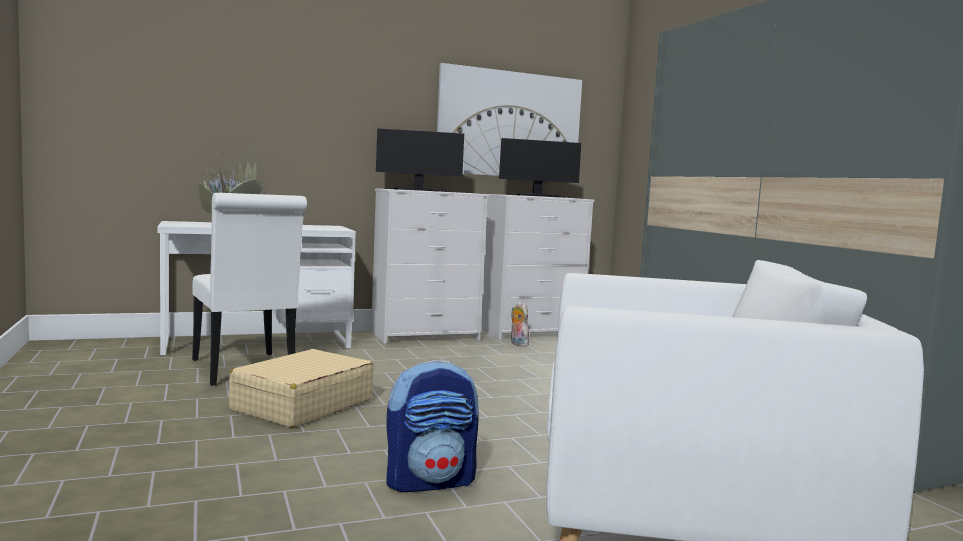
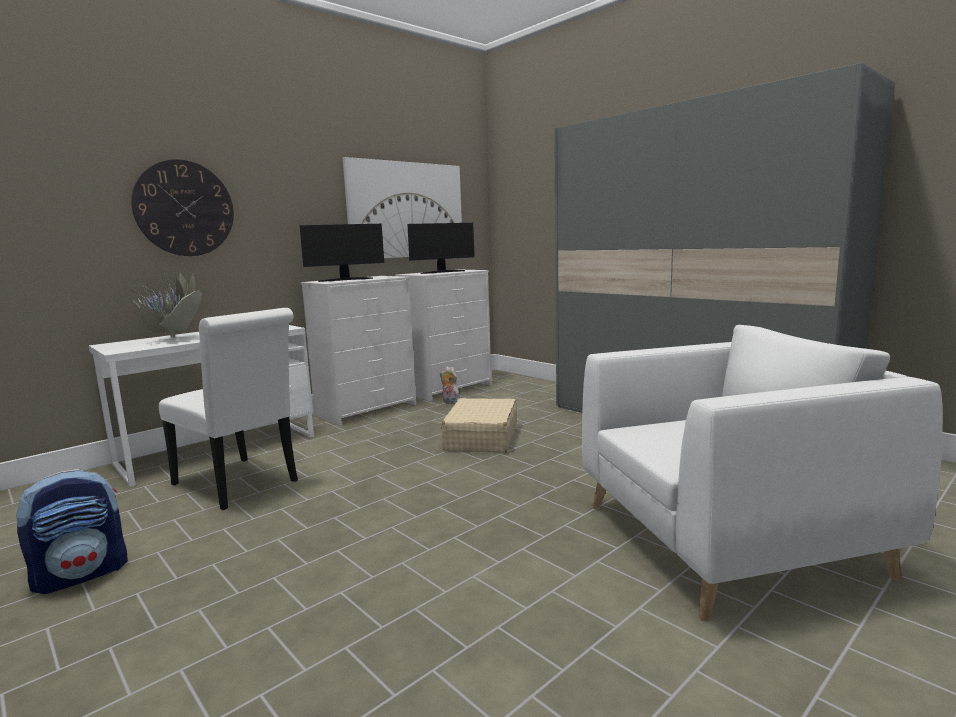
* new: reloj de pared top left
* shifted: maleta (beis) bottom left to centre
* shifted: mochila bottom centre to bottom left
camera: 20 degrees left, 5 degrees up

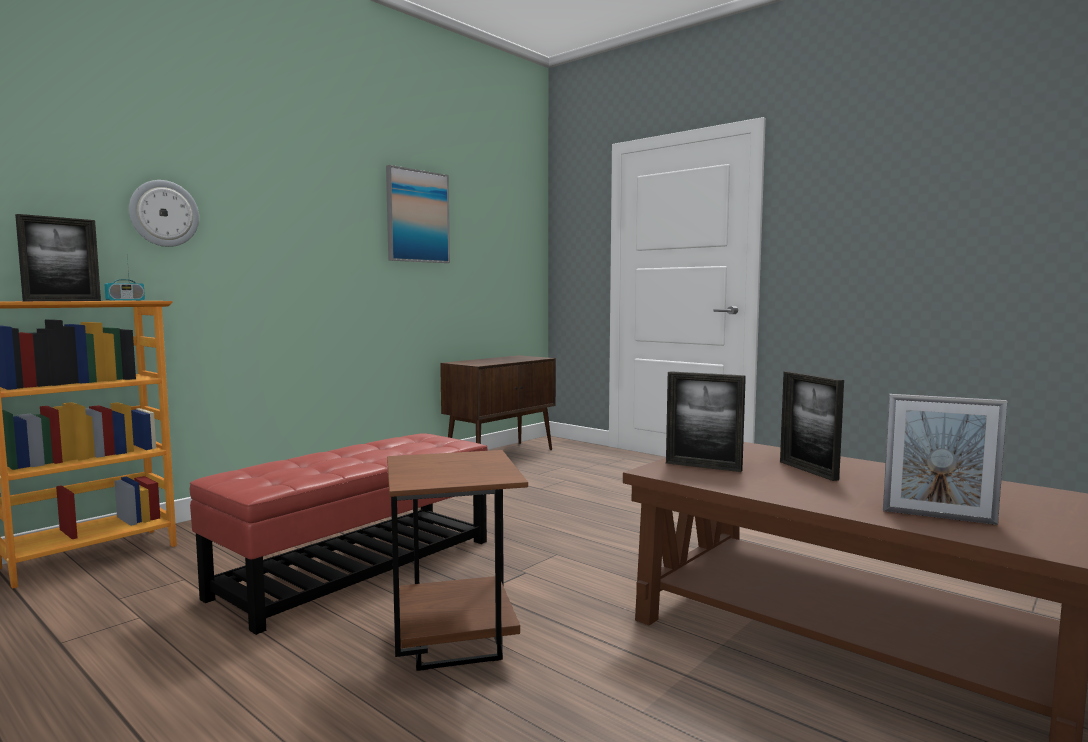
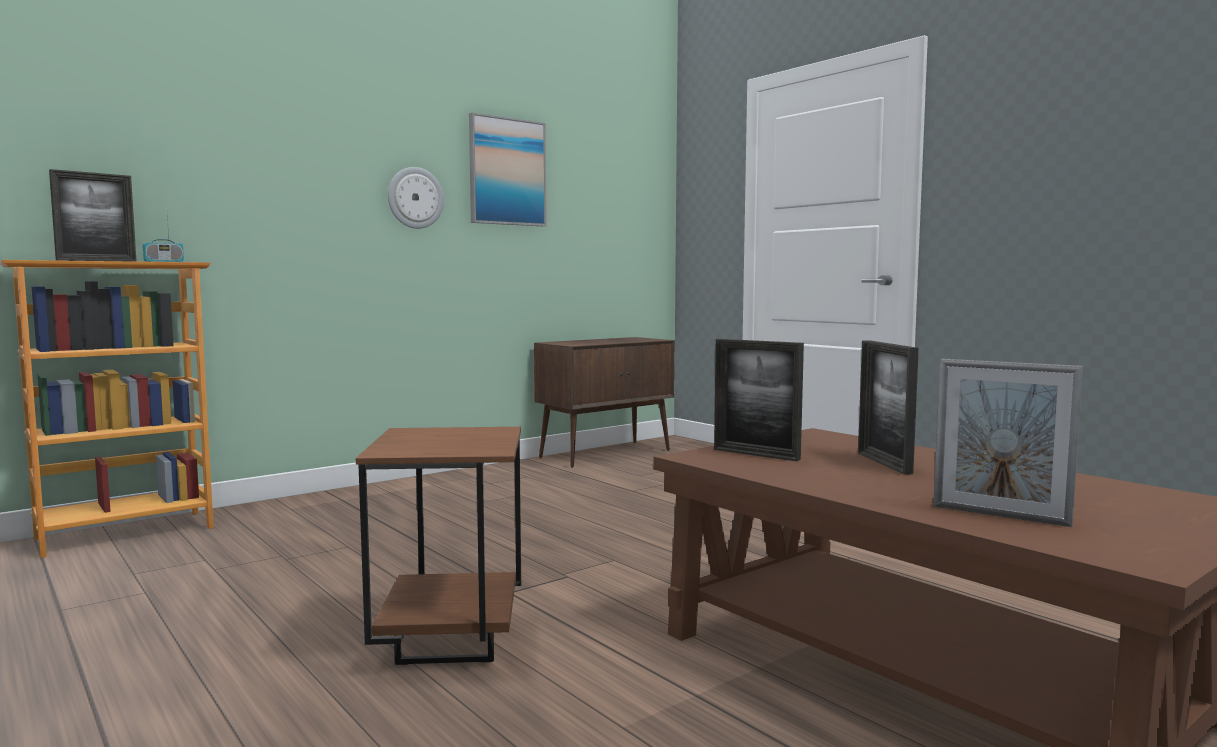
* gone: puf (rojo) bottom left
* shifted: reloj de pared top left to top centre
camera: 10 degrees right, 0 degrees up

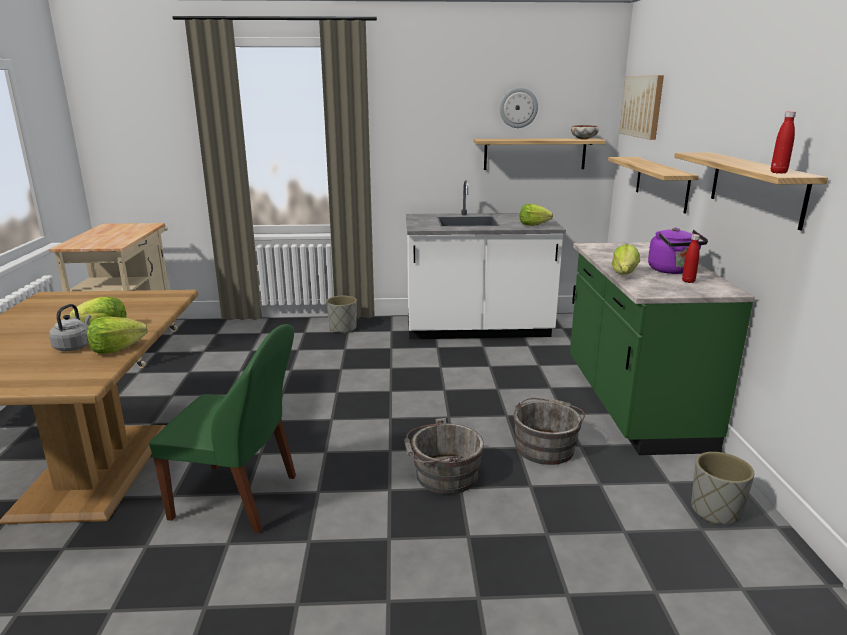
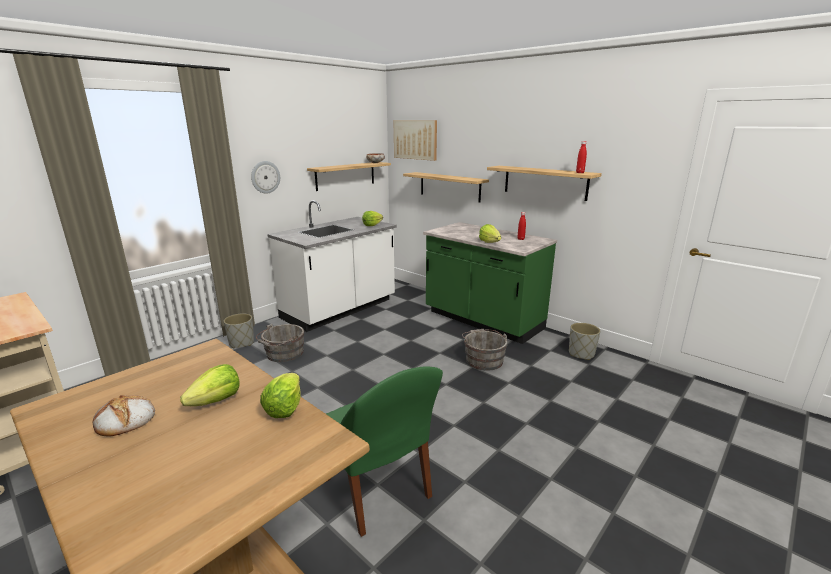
* gone: hervidor (gris) middle left
* gone: hervidor (morado) middle right
* new: pan bottom left
* shifted: cubo (gris) (no. 1 from left) bottom centre to centre
* shifted: reloj de pared top centre to top left
* rotated: silla (verde) bottom left = bottom centre 90 degrees clockwise
camera: 45 degrees left, 0 degrees up

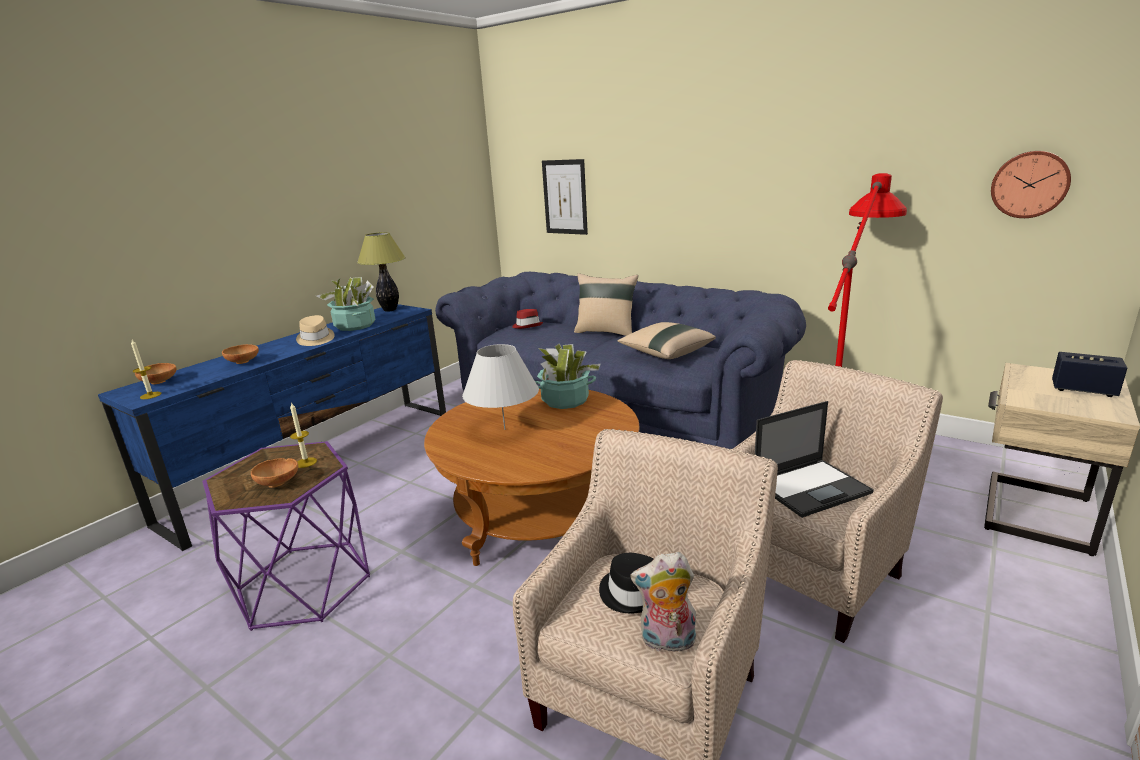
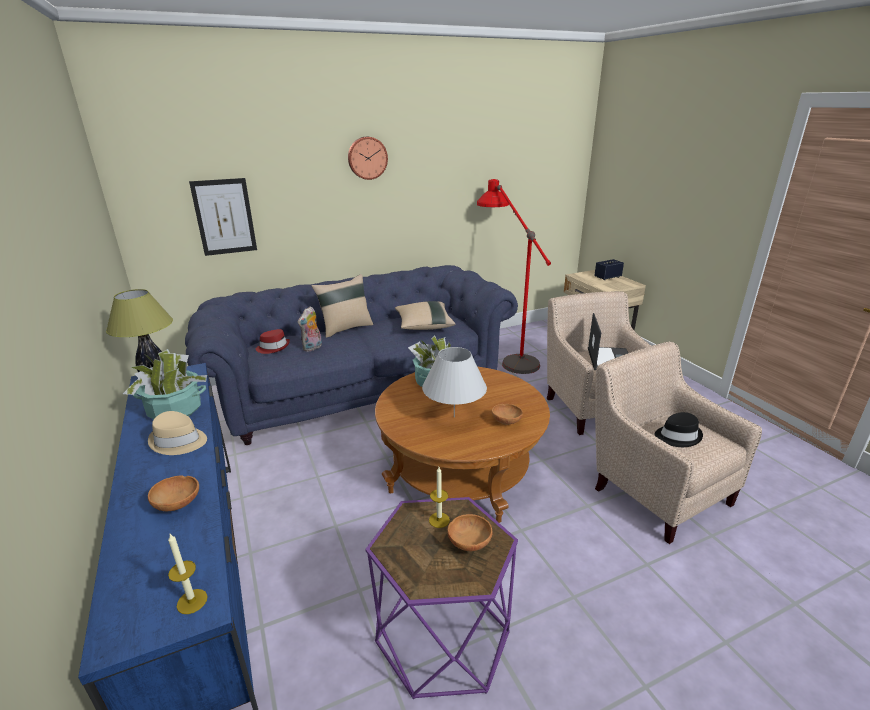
* shifted: cuenco (marrón) (no. 1 from left in the first image) middle left to cuenco (marrón) (no. 3 from left) centre
* shifted: peluche bottom centre to centre
* shifted: reloj de pared top right to top centre
camera: 60 degrees left, 5 degrees up

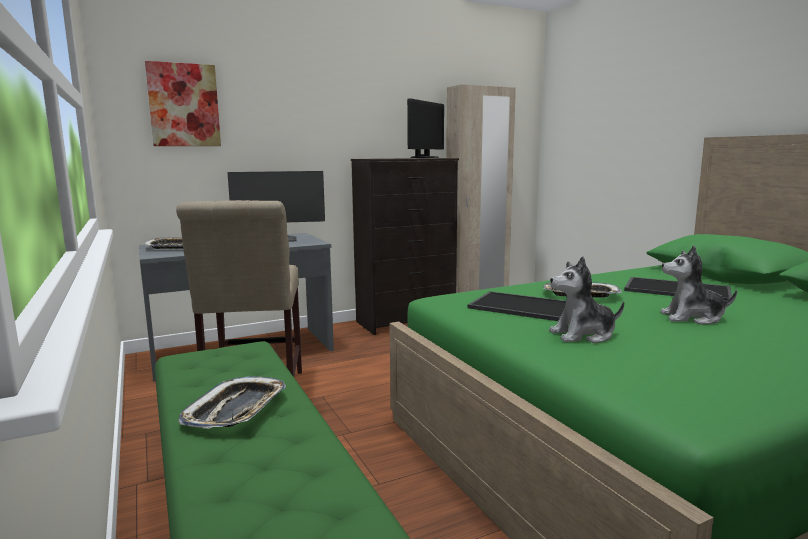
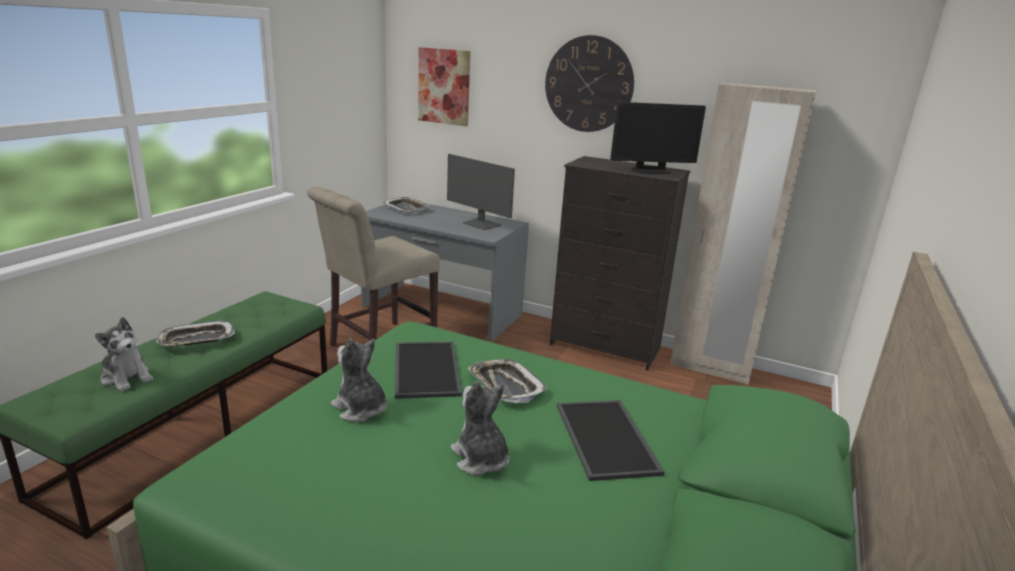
* new: peluche (no. 1 from left) middle left
* new: reloj de pared top centre
camera: 50 degrees right, 10 degrees up

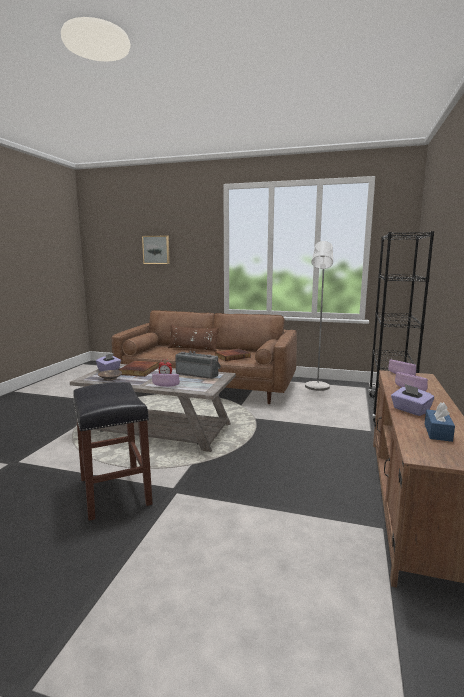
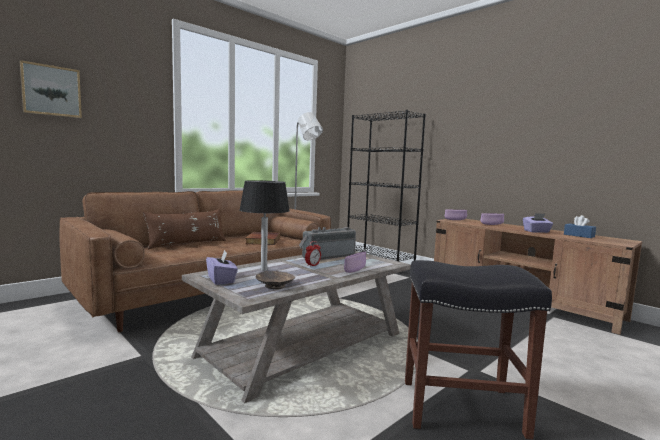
* swapped: libro (no. 1 from left) middle left to lámpara de mesa (negro) centre
camera: 60 degrees left, 5 degrees down

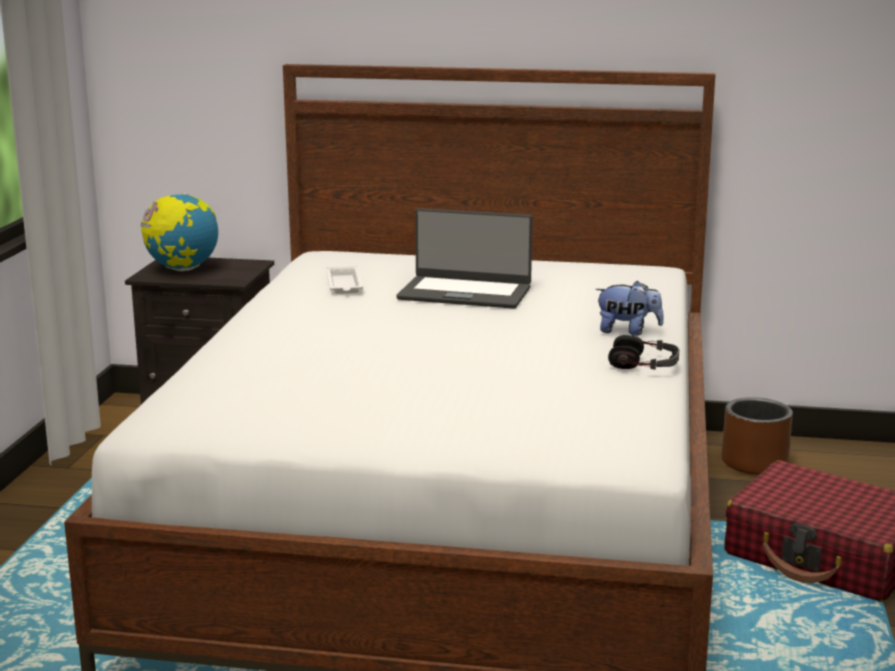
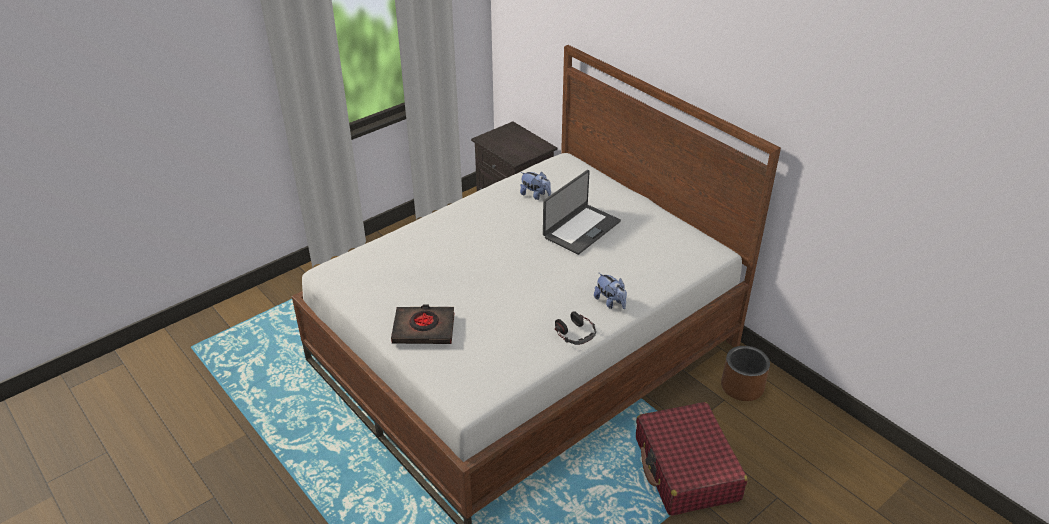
* gone: globo terráqueo middle left
* new: libro (negro) centre
* swapped: bandeja (blanco) centre to peluche (no. 1 from left) centre
* rotated: portátil centre = centre 105 degrees counterclockwise
camera: 40 degrees right, 20 degrees up

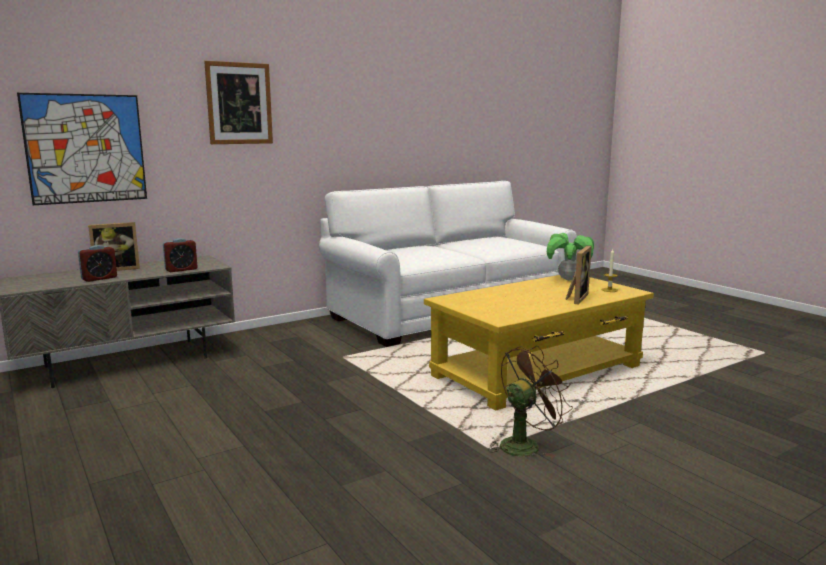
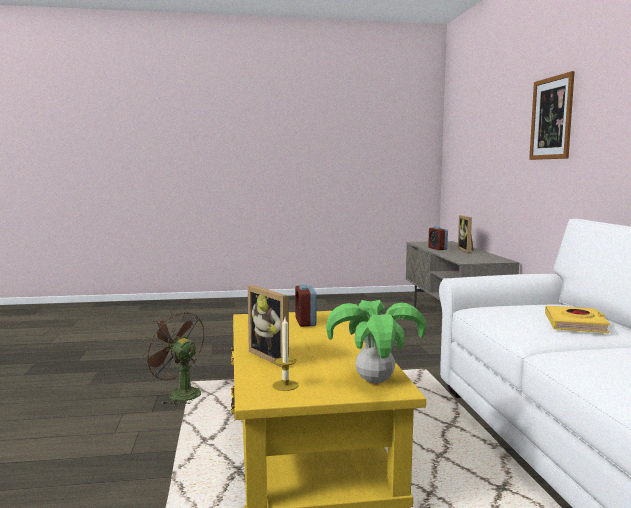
* gone: cuadro (no. 1 from left) top left
* new: libro (amarillo) middle right
* shifted: despertador (no. 2 from left in the first image) middle left to despertador (no. 1 from left) centre
* rotated: ventilador (marrón) bottom centre = bottom left 135 degrees clockwise
camera: 115 degrees right, 5 degrees down

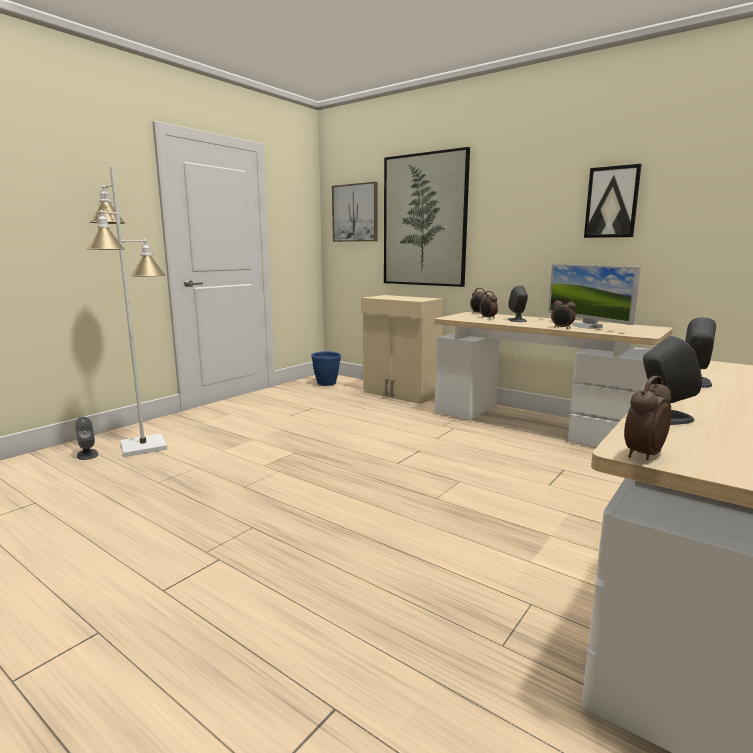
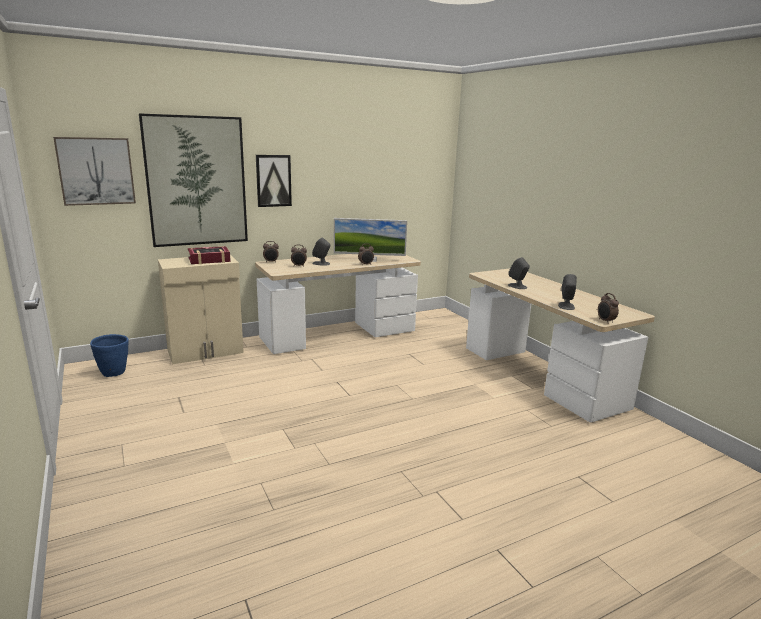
* gone: altavoz (gris) (no. 1 from left) middle left
* gone: lámpara de pie (blanco) middle left
* new: libro middle left
* shifted: cuadro (no. 3 from left) top right to top centre
camera: 65 degrees left, 5 degrees up

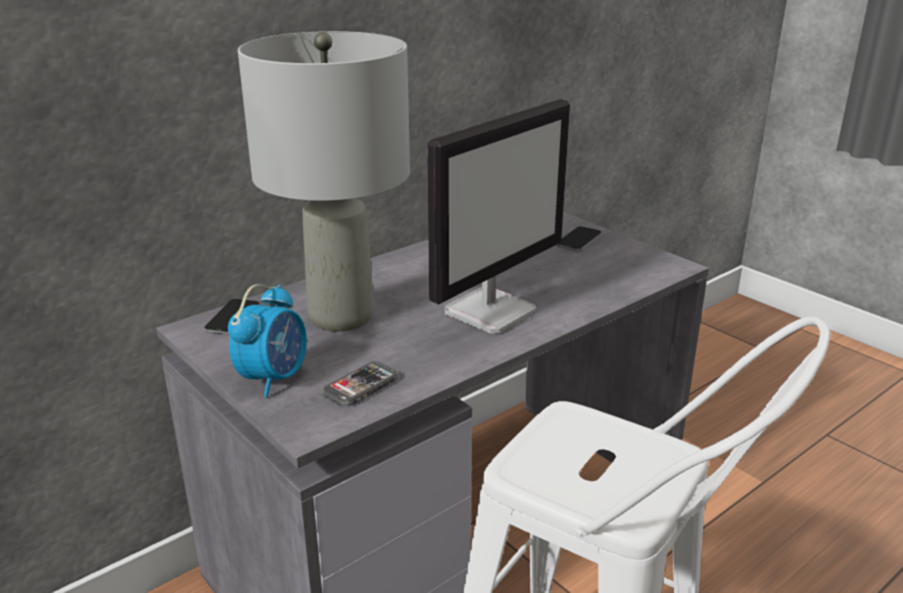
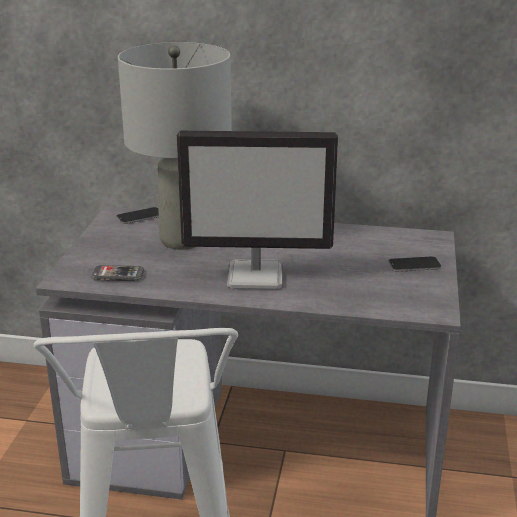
* gone: despertador middle left
camera: 50 degrees right, 0 degrees up

